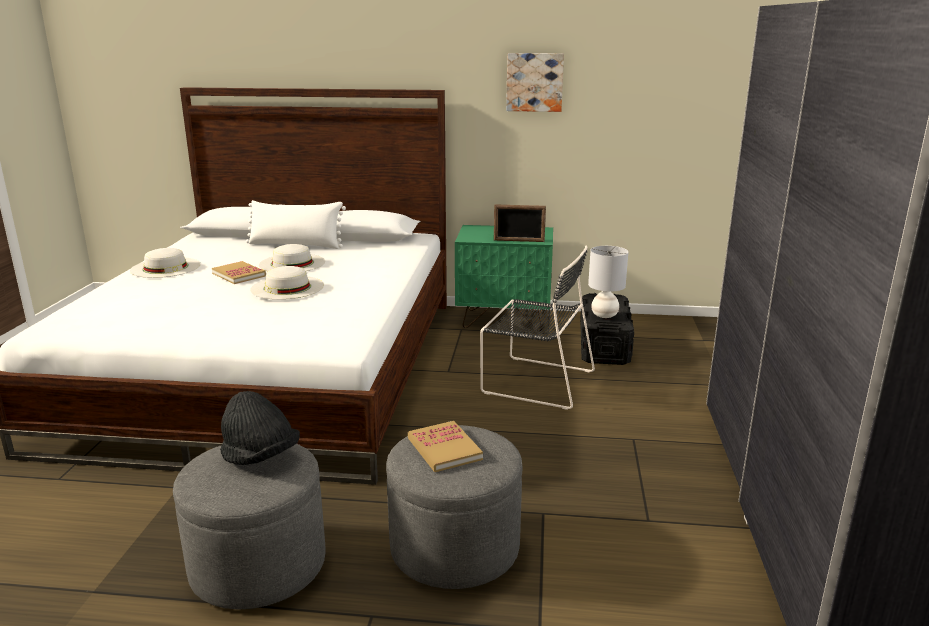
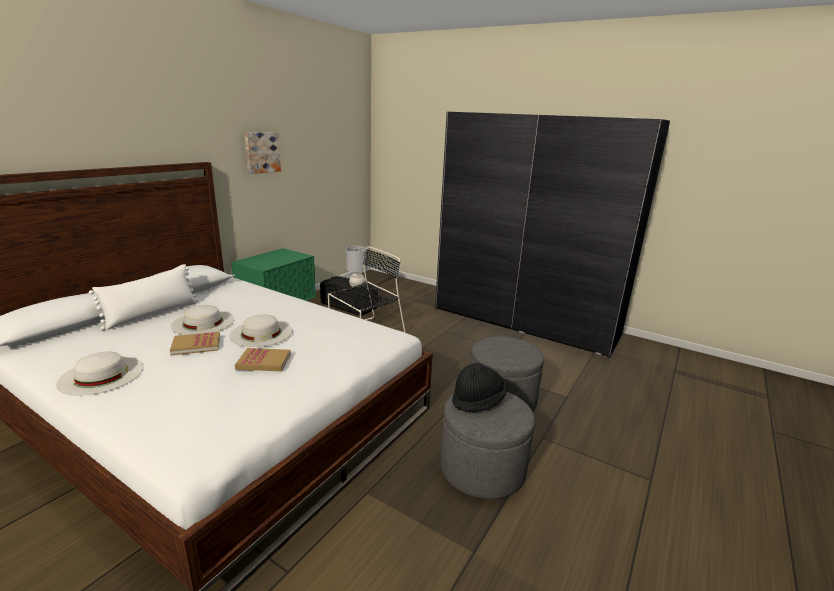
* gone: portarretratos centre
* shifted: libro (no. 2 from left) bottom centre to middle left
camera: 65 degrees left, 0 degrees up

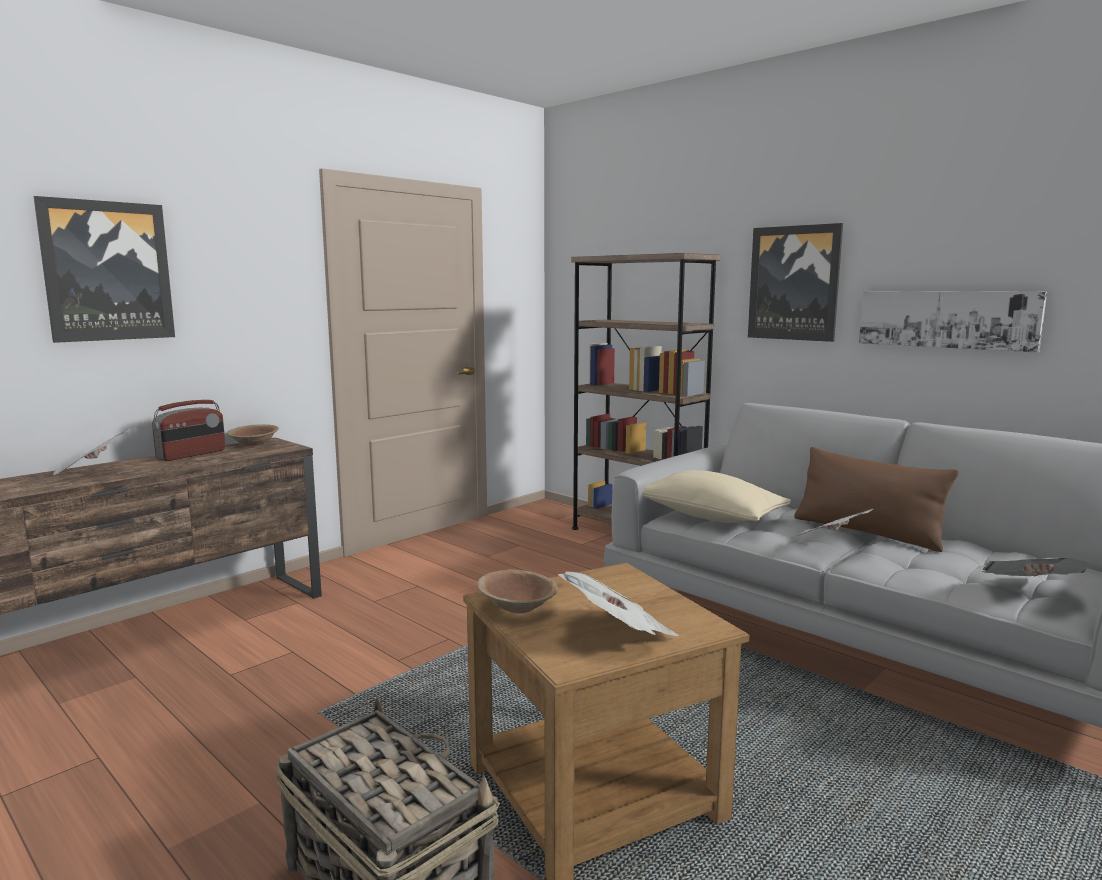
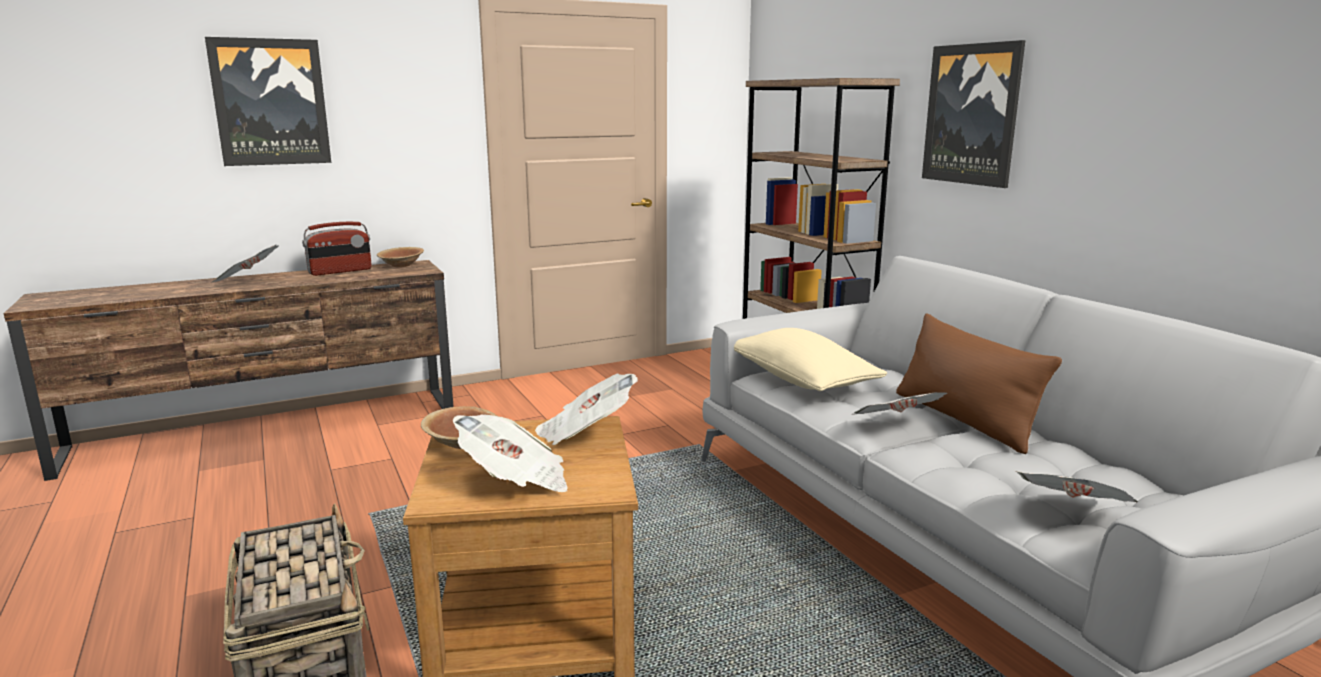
* gone: cuadro (no. 3 from left) middle right
* new: periódico (no. 3 from left) centre
camera: 20 degrees right, 5 degrees up

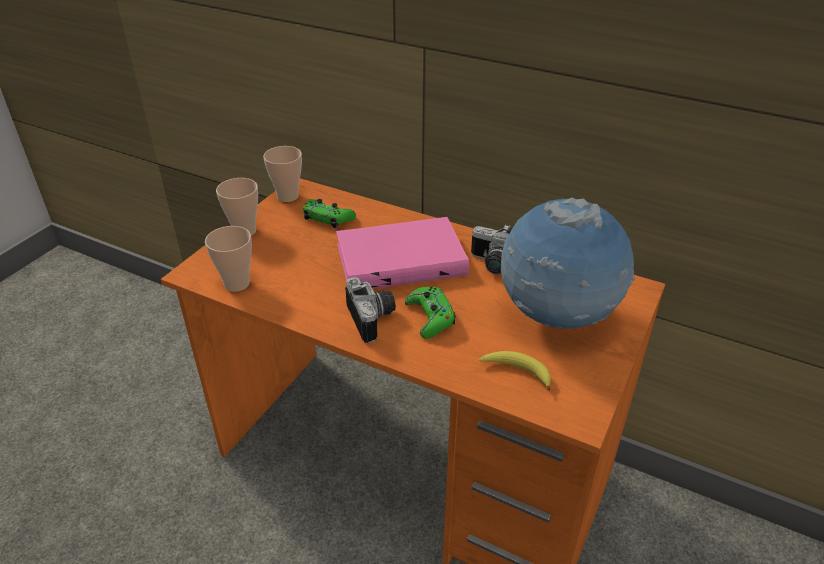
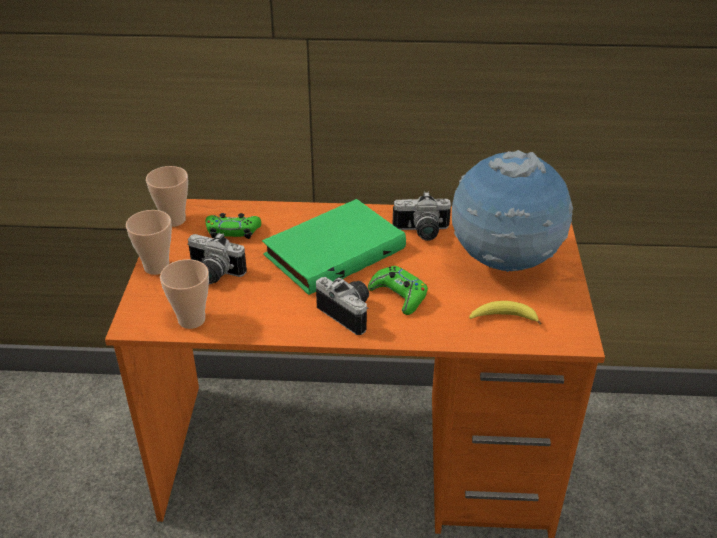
* new: cámara (no. 1 from left) middle left
* repainted: libro (rosa) centre to libro (verde) centre
camera: 25 degrees left, 0 degrees up

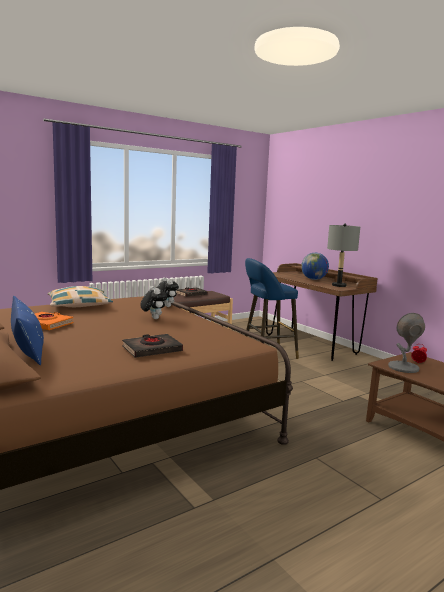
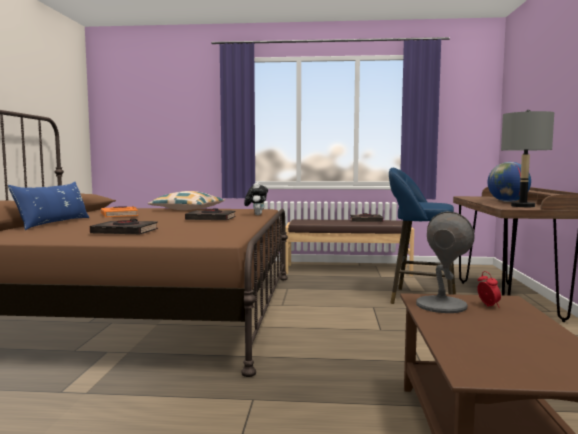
* swapped: peluche (no. 1 from left) centre to libro (negro) (no. 2 from left) centre
camera: 40 degrees right, 5 degrees down

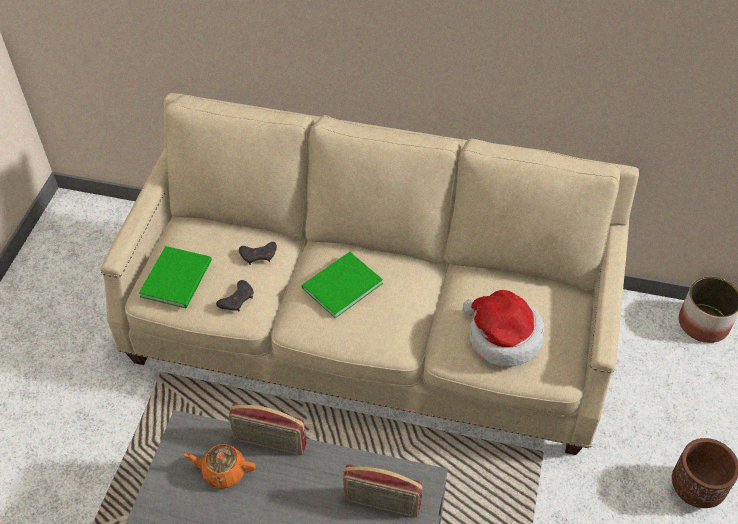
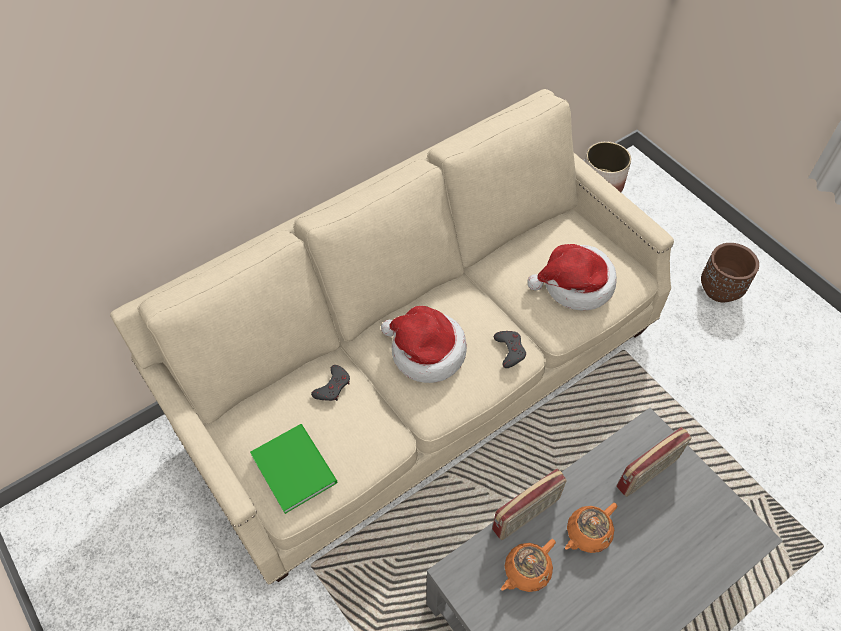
* new: tetera (naranja) (no. 2 from left) bottom right
* shifted: mando de consola (gris) (no. 1 from left in the first image) middle left to mando de consola (gris) (no. 2 from left) centre
* swapped: libro (verde) (no. 2 from left) centre to sombrero (no. 1 from left) centre
camera: 50 degrees left, 5 degrees up

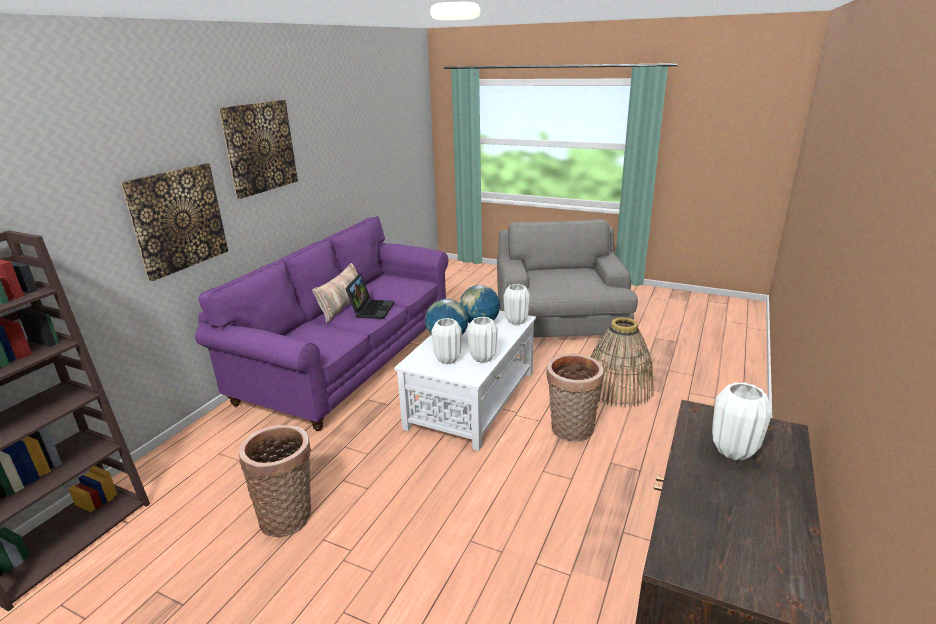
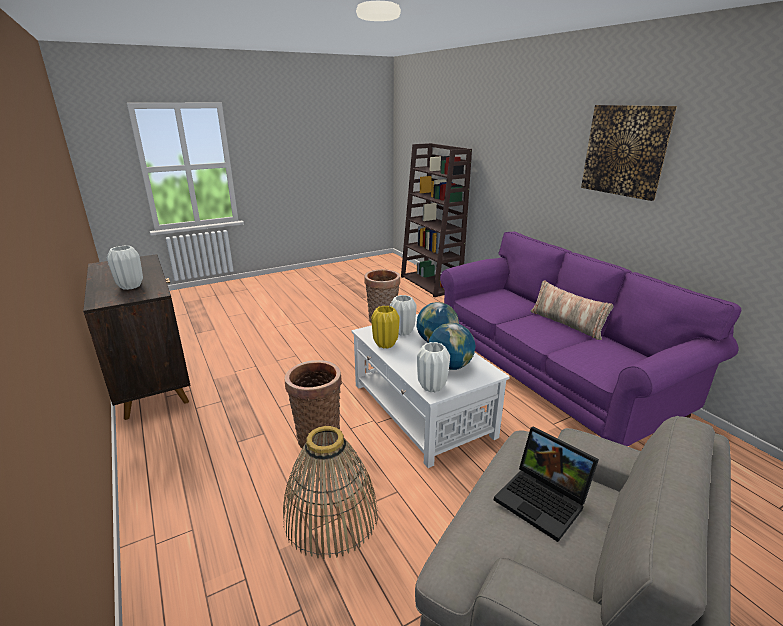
* gone: cuadro (no. 1 from left) middle left
* shifted: portátil centre to bottom right
* repainted: florero (blanco) (no. 2 from left) centre to florero (amarillo) centre
camera: 125 degrees right, 0 degrees up

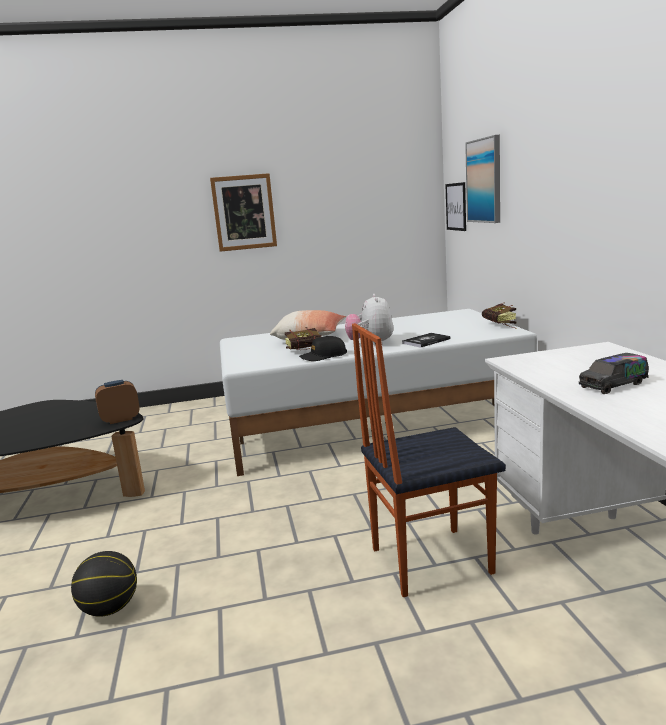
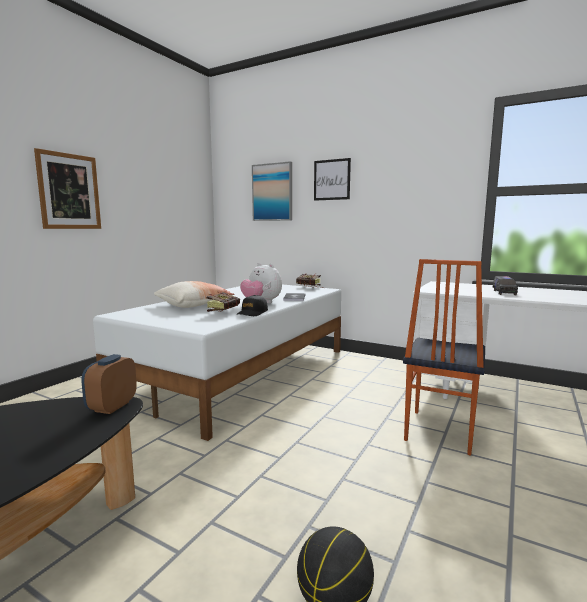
* shifted: cuadro (no. 2 from left in the first image) top right to cuadro (no. 3 from left) top centre
camera: 50 degrees left, 5 degrees down

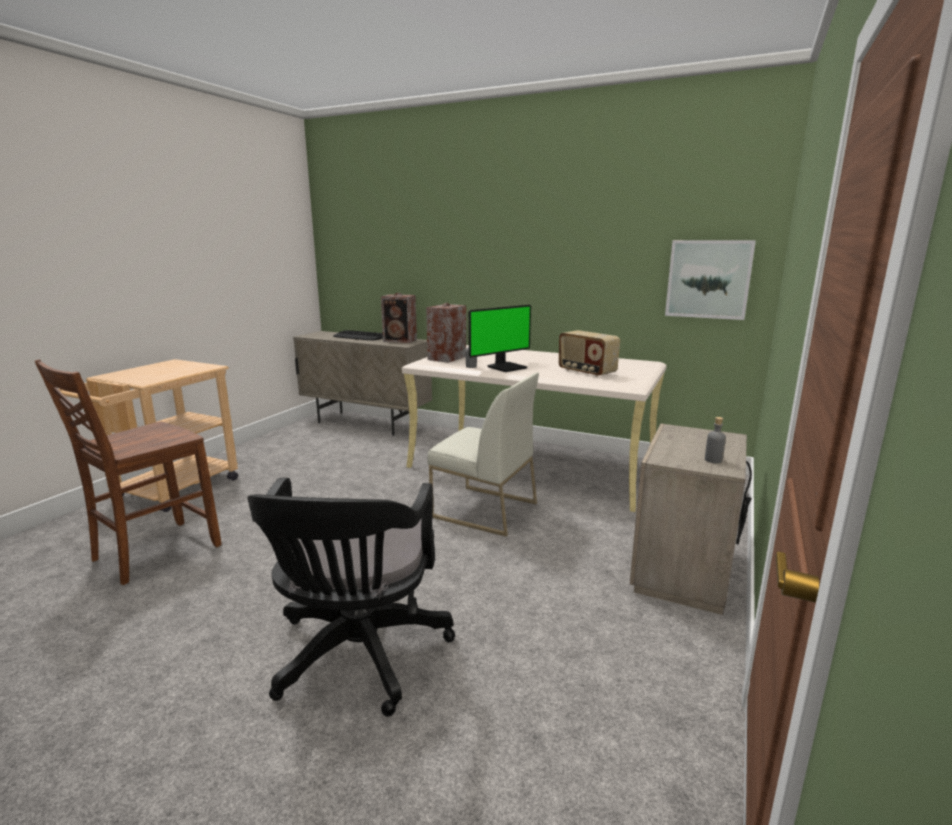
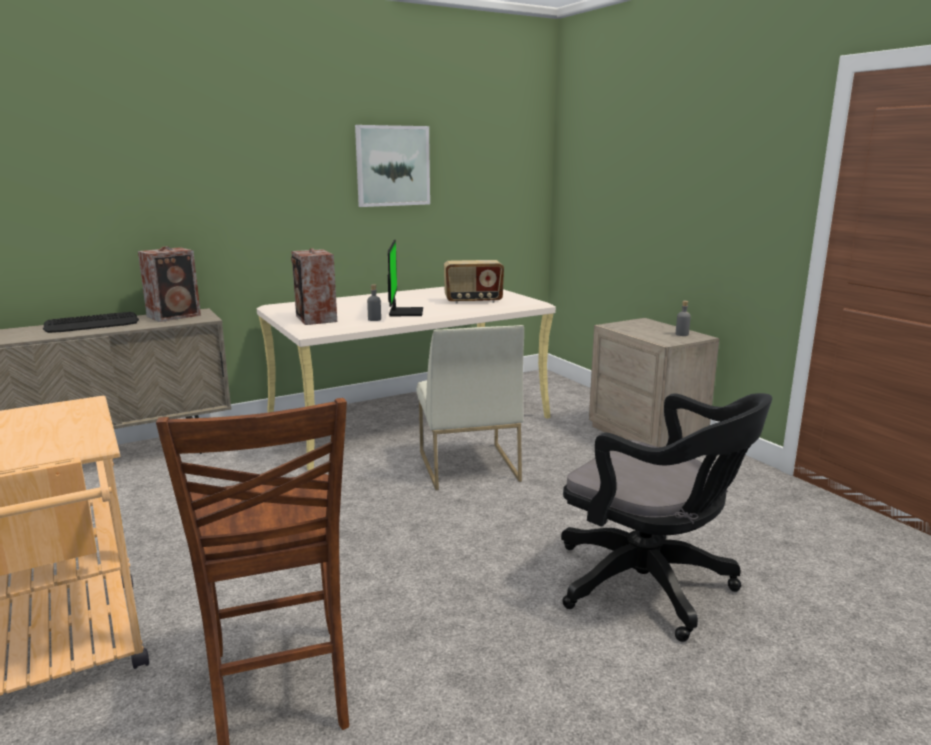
* shifted: cuadro middle right to top centre
* rotated: silla (blanco) centre = centre 105 degrees clockwise
camera: 55 degrees left, 0 degrees up

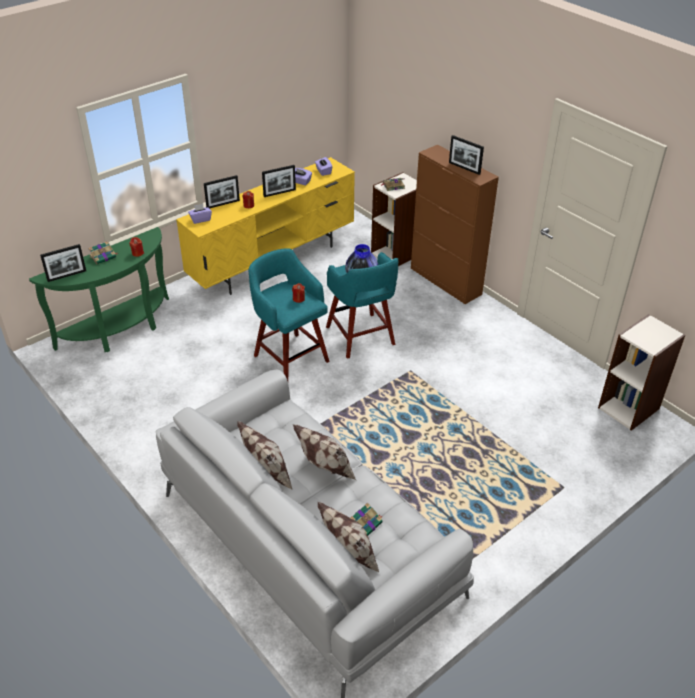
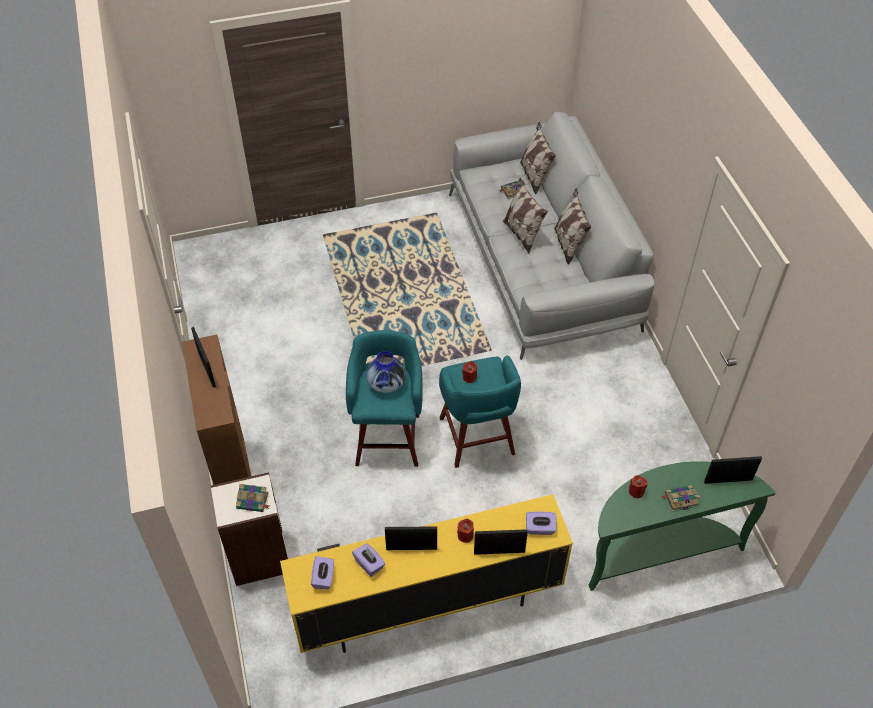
* gone: estantería (no. 2 from left) middle right
camera: 155 degrees left, 10 degrees up

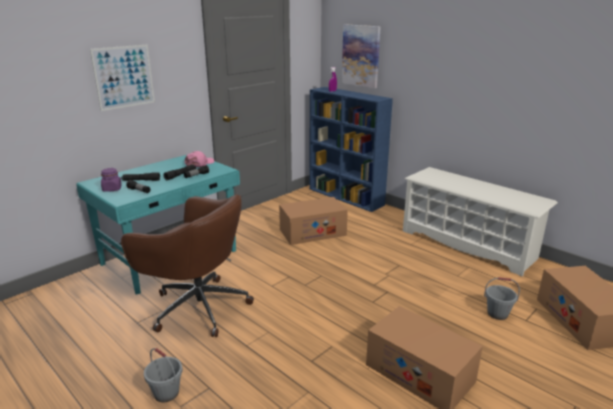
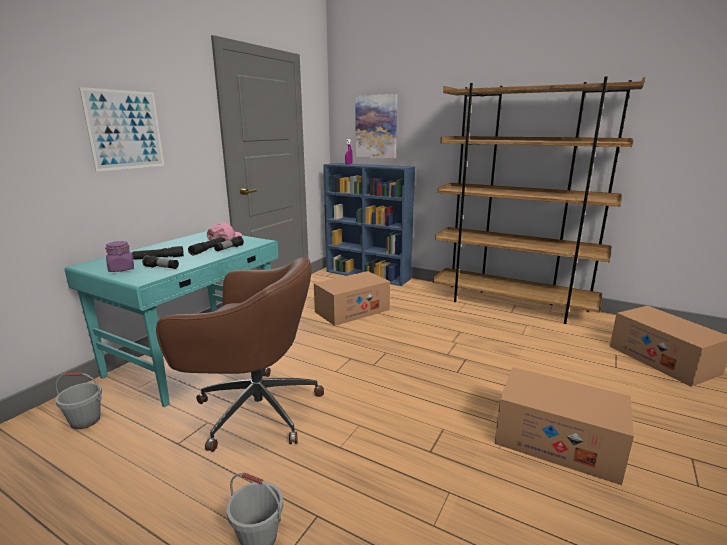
* shifted: cubo (gris) (no. 2 from left in the first image) bottom right to cubo (gris) (no. 1 from left) bottom left
* swapped: zapatero (blanco) middle right to estantería (marrón) middle right
camera: 15 degrees left, 5 degrees down

